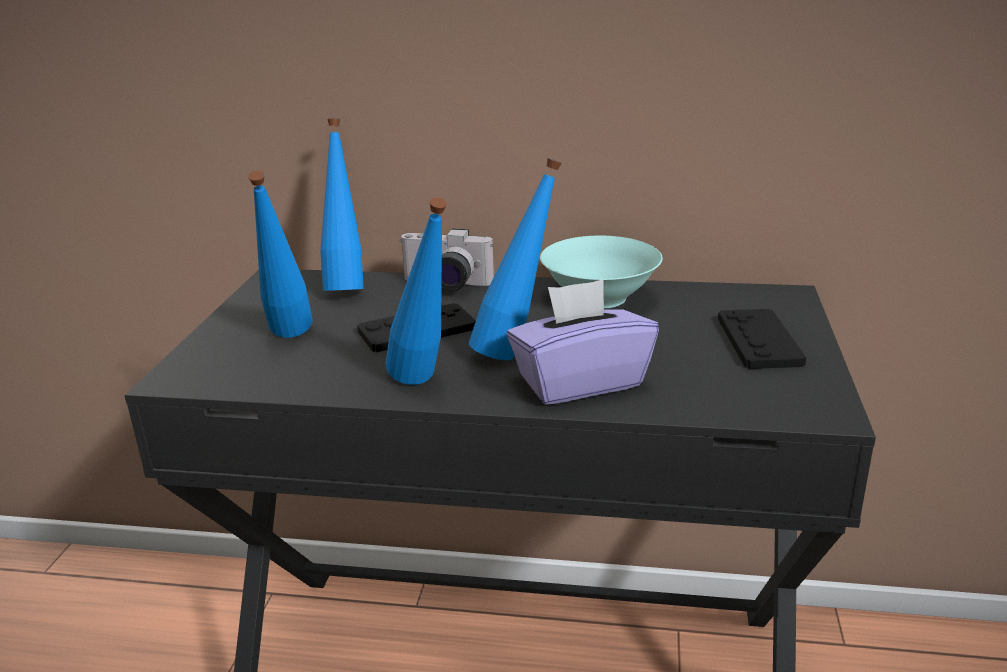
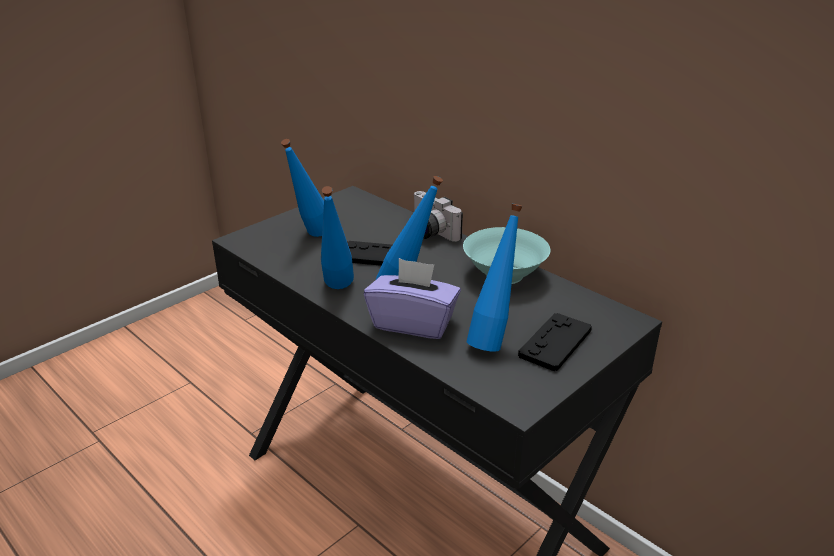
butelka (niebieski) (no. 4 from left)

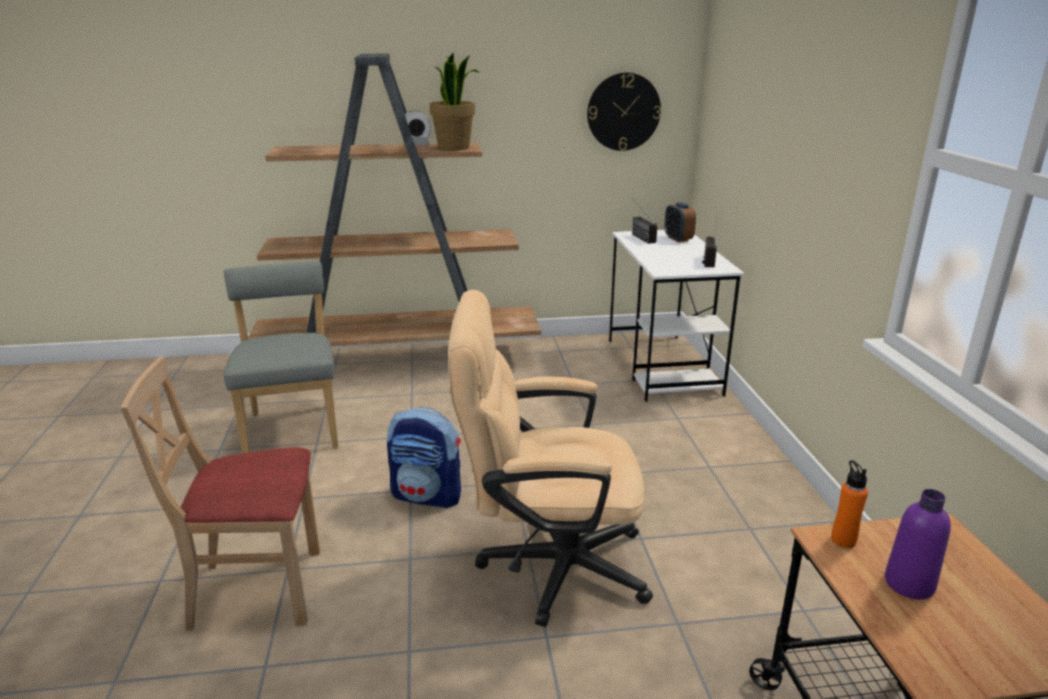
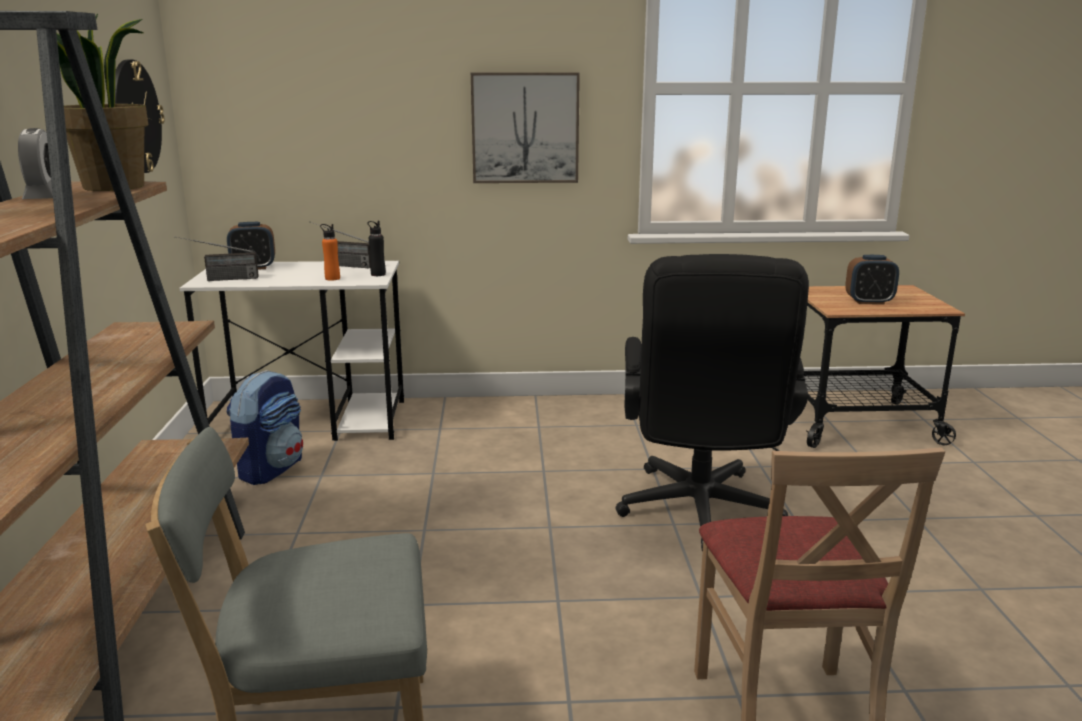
plecak
butelka (pomarańczowy)
butelka (czarny)
obraz
krzesło biurowe (czarny)
budzik (no. 3 from left)

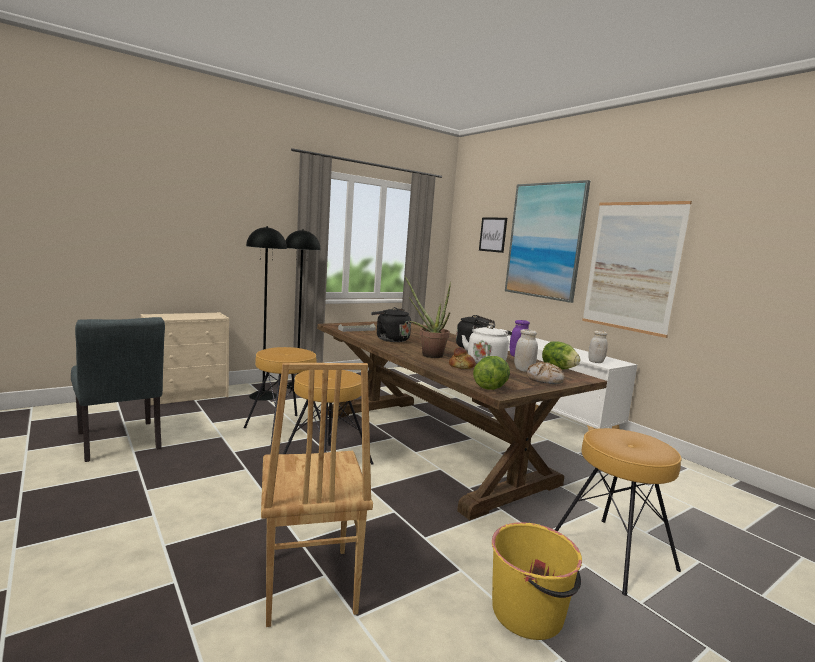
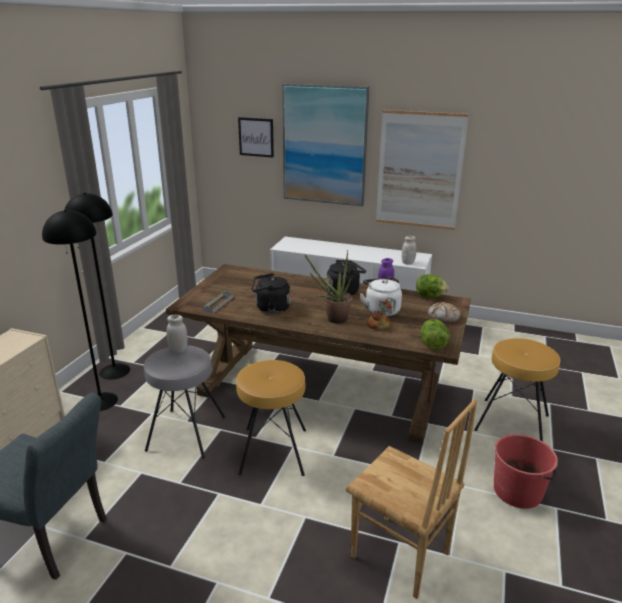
stołek (szary)
słoik (biały) (no. 1 from left)
wiadro (czerwony)

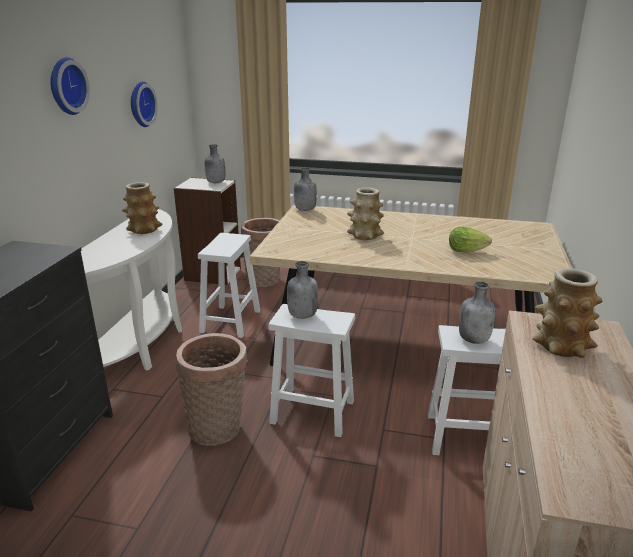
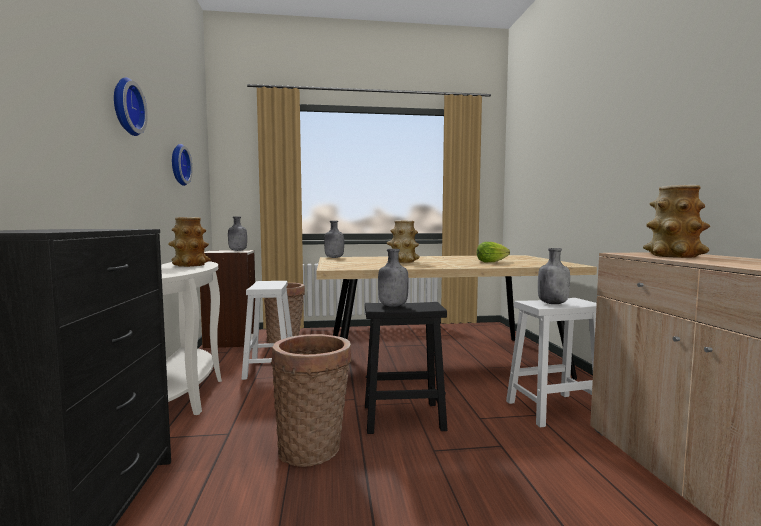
stołek (czarny)

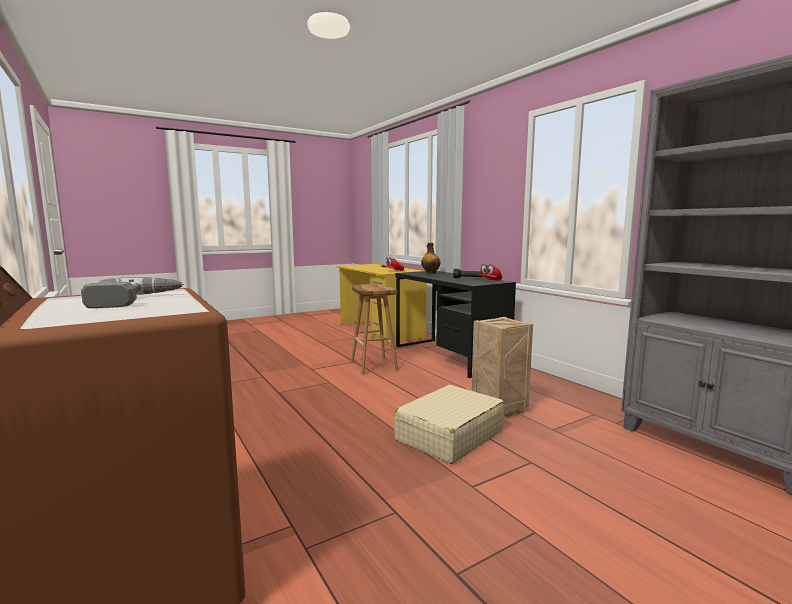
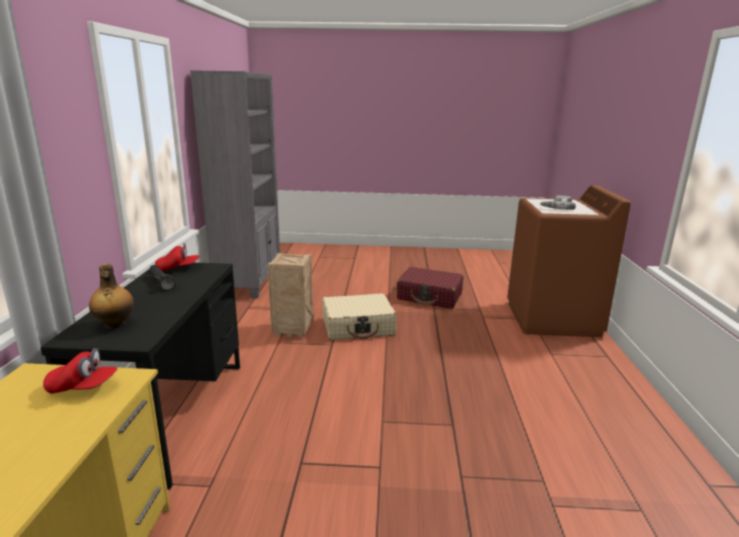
walizka (czerwony)
stołek (brązowy)

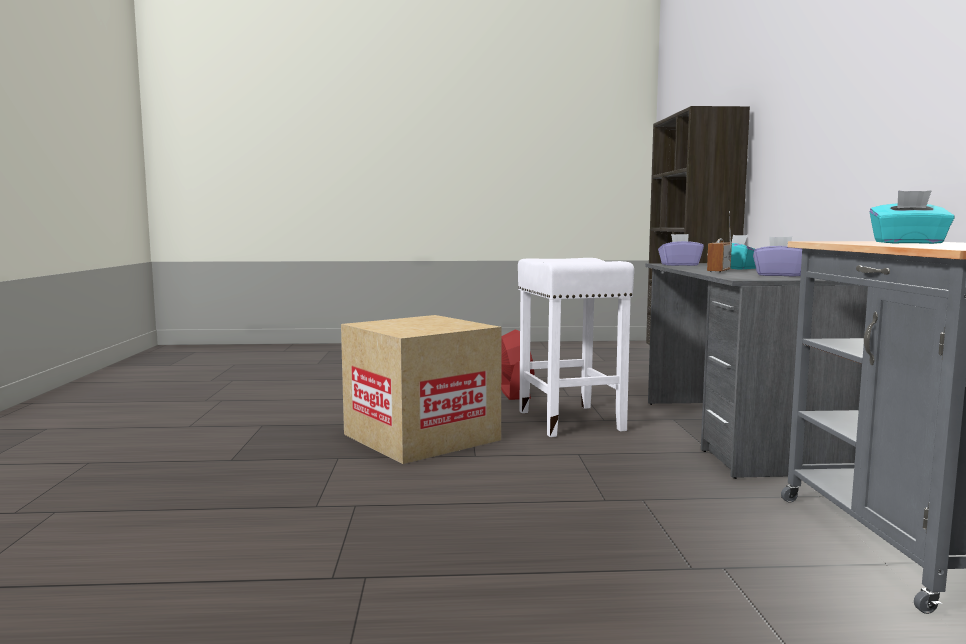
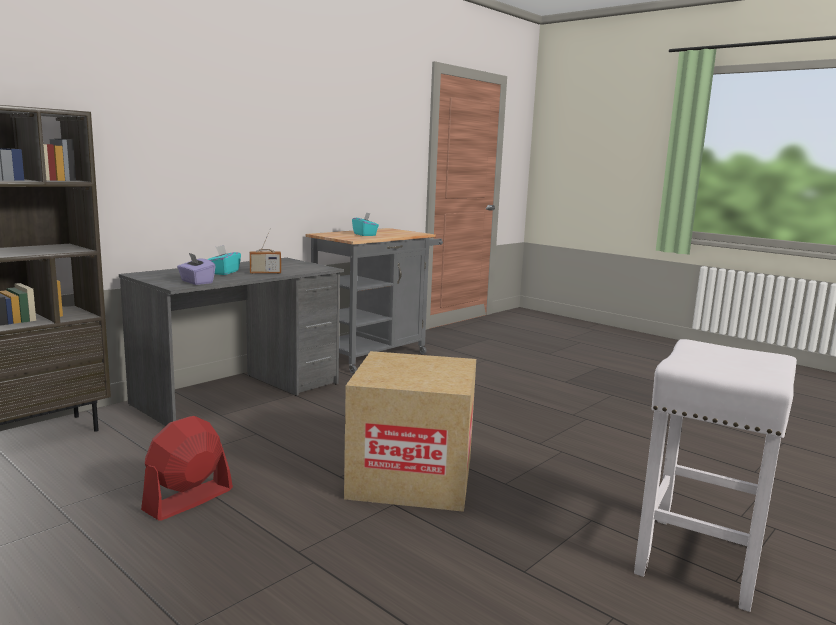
stołek (biały)
pudełko chusteczek (fioletowy) (no. 2 from left in the first image)

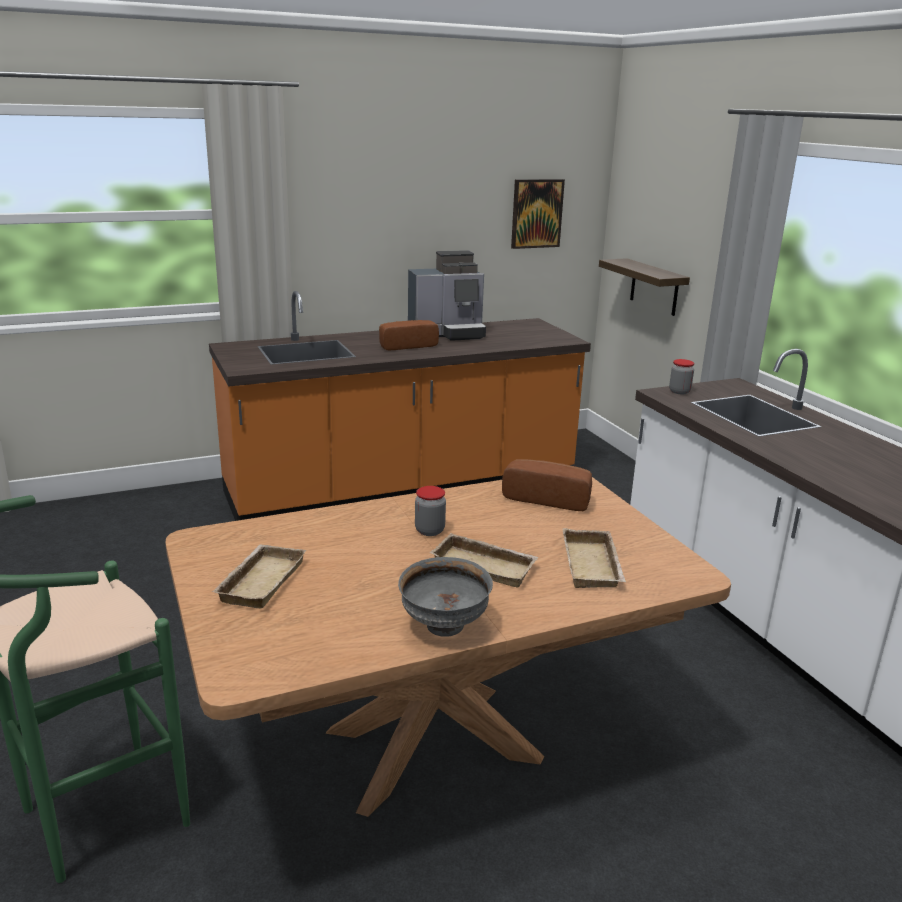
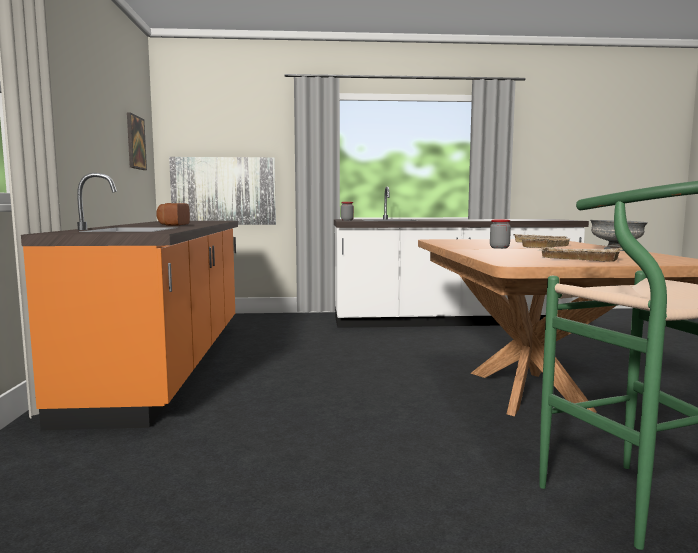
obraz (no. 2 from left)
ekspres do kawy
chleb (no. 2 from left in the first image)

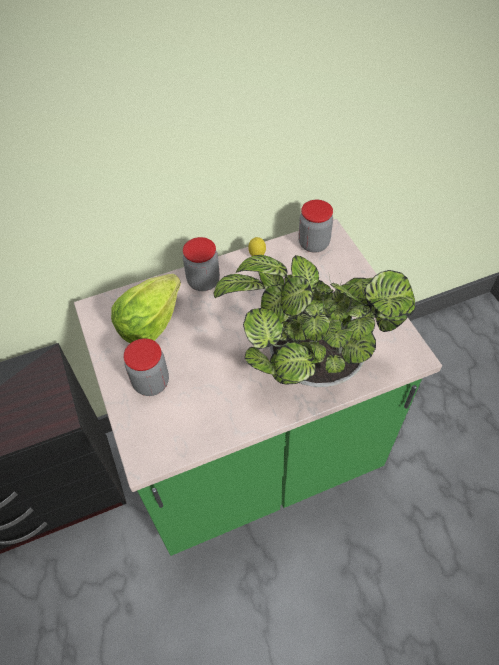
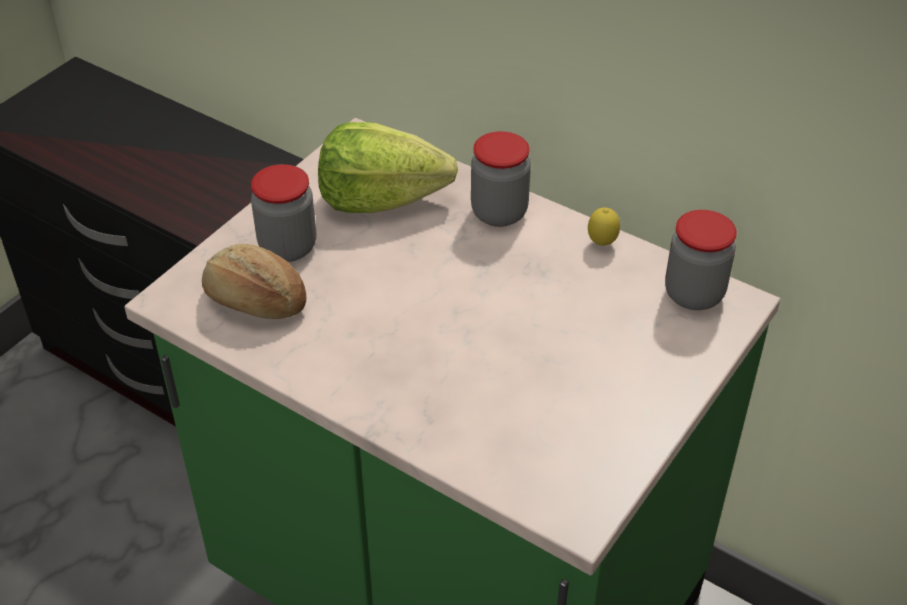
chleb
roślina doniczkowa

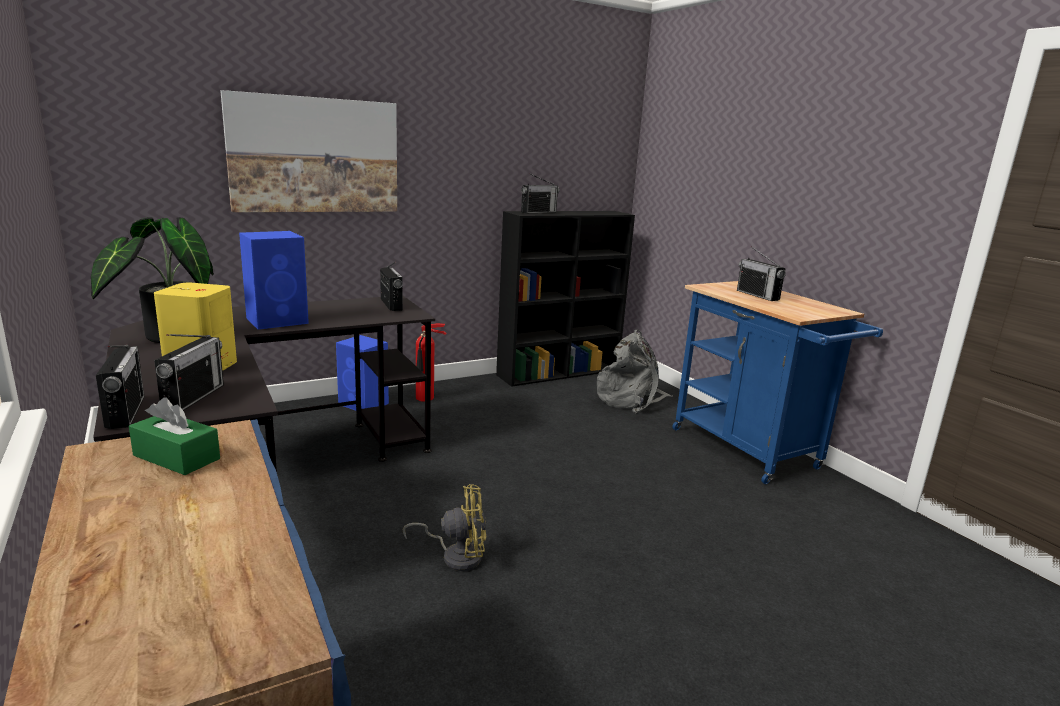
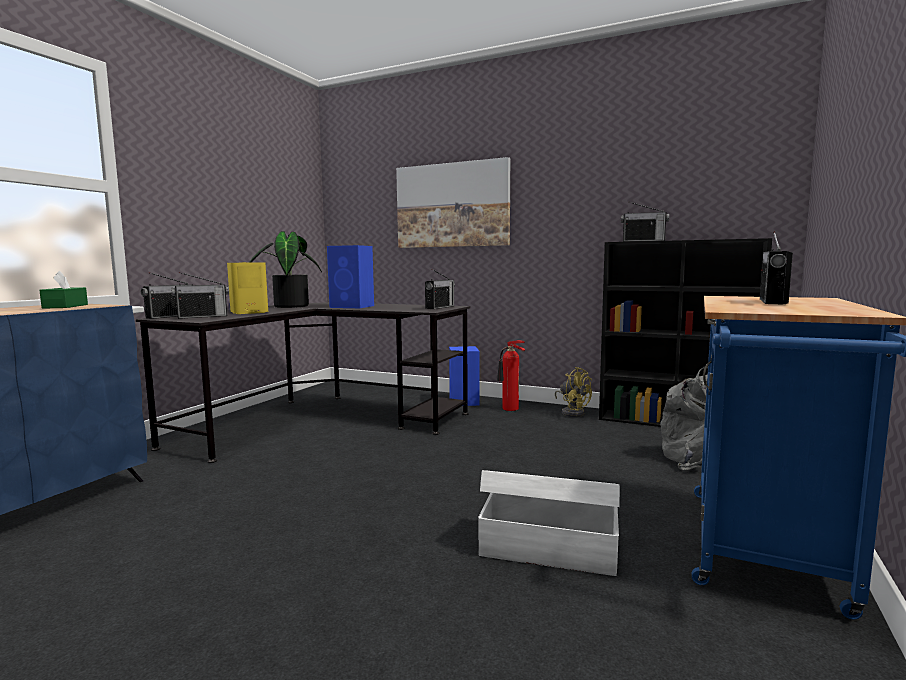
pojemnik do przechowywania (biały)
wentylator (żółty)

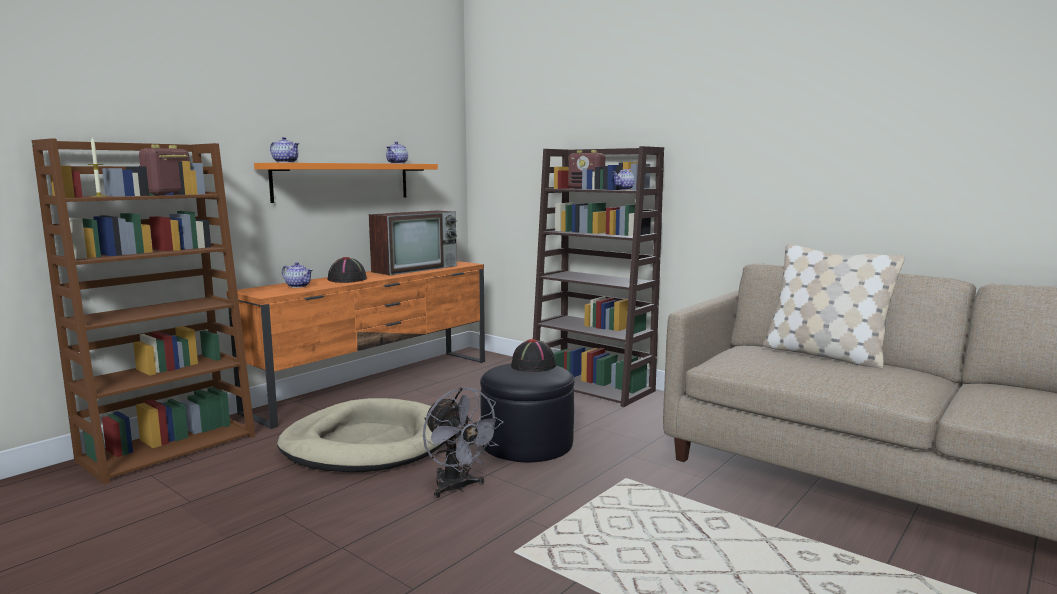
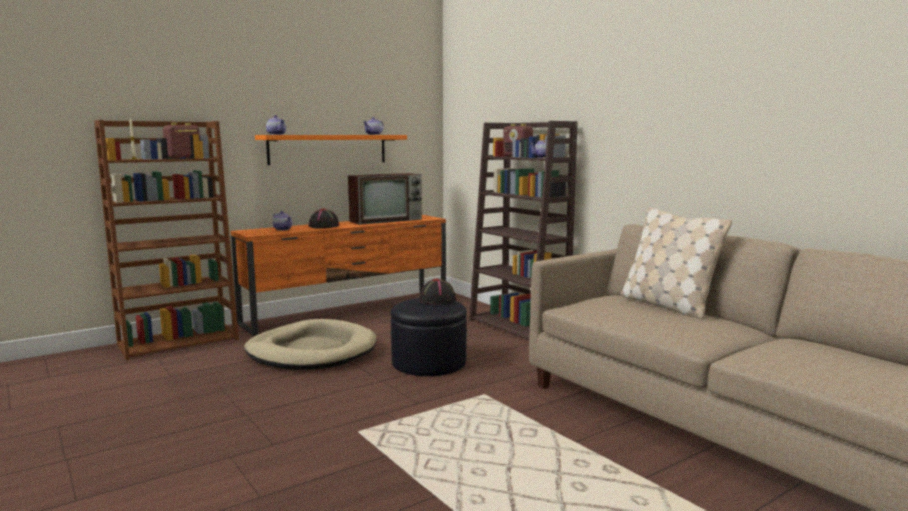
wentylator (szary)

